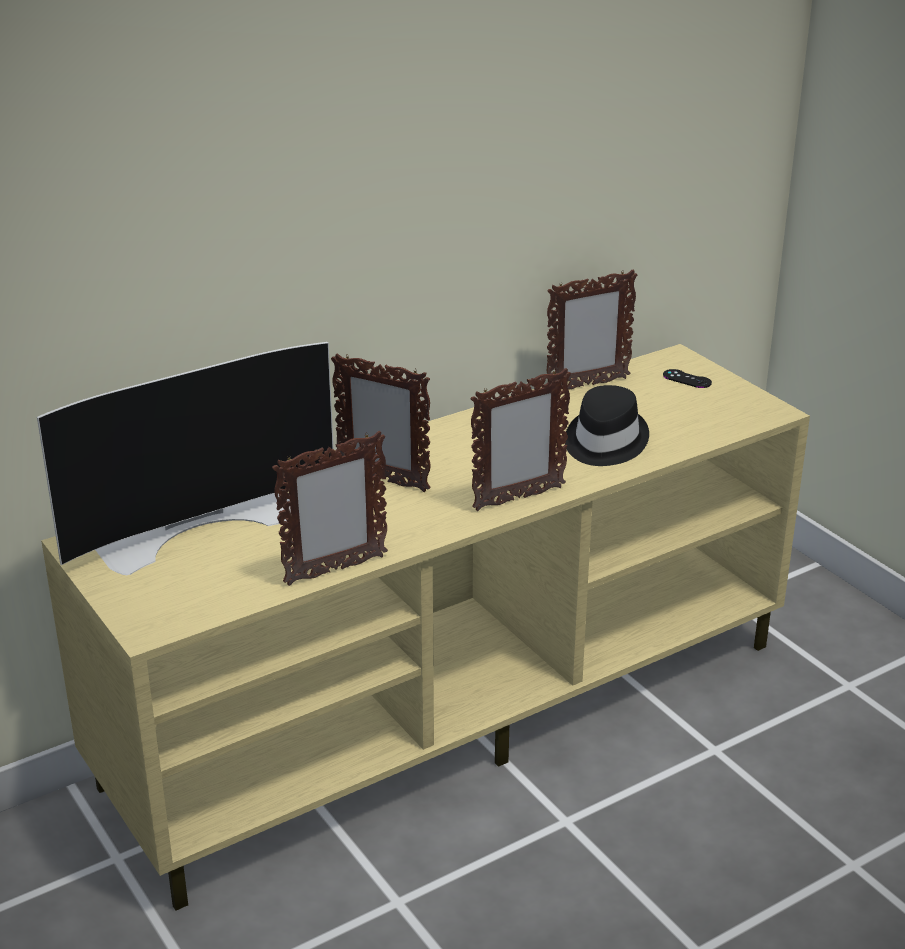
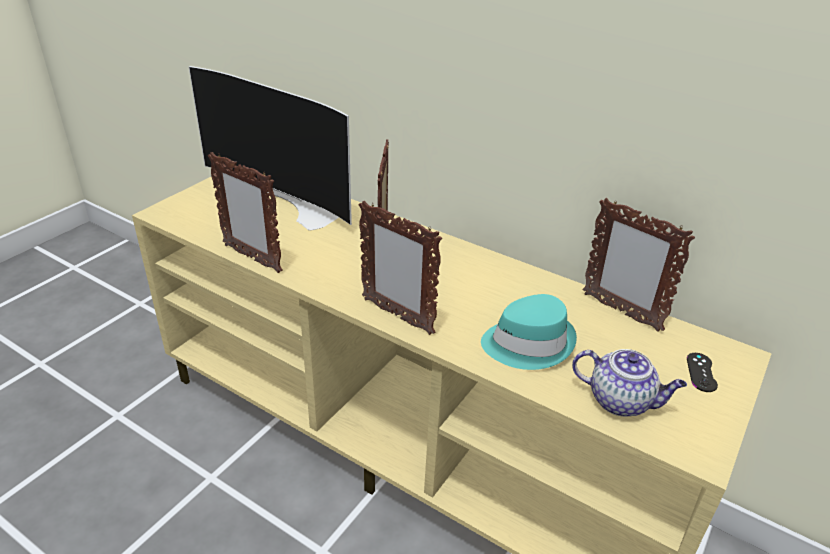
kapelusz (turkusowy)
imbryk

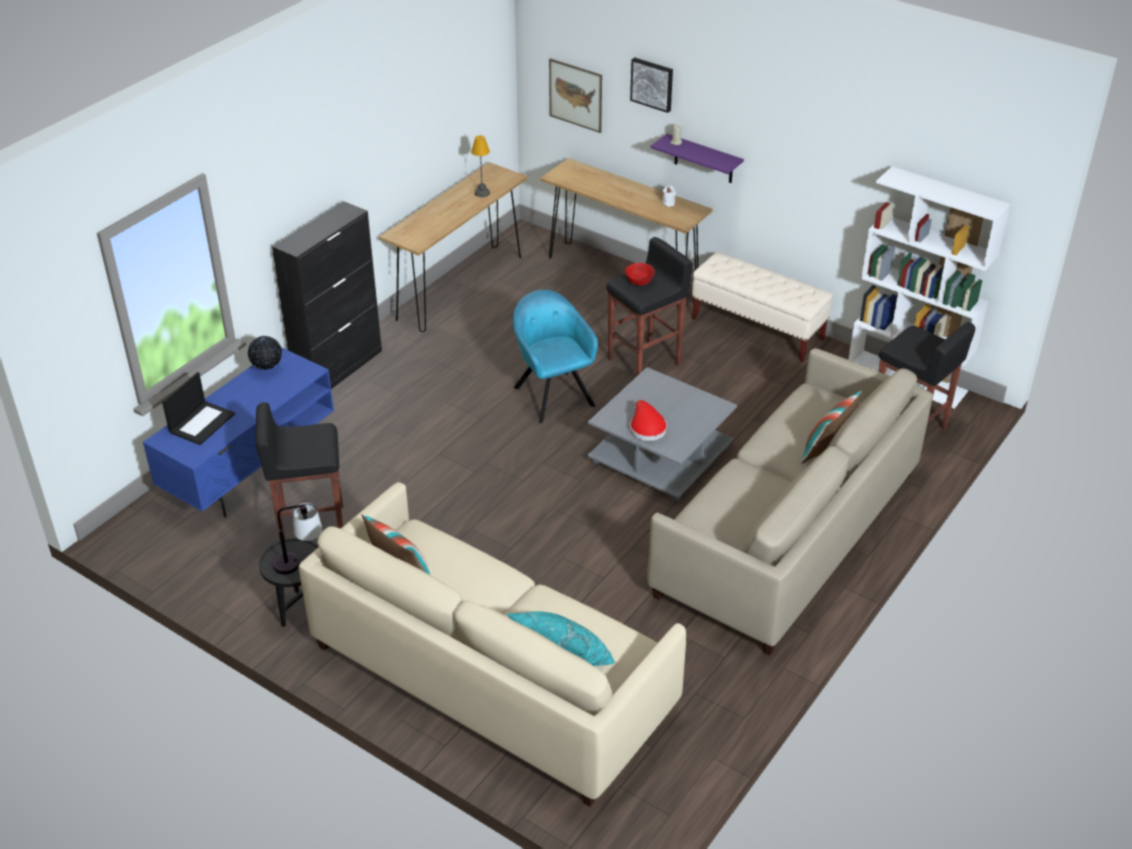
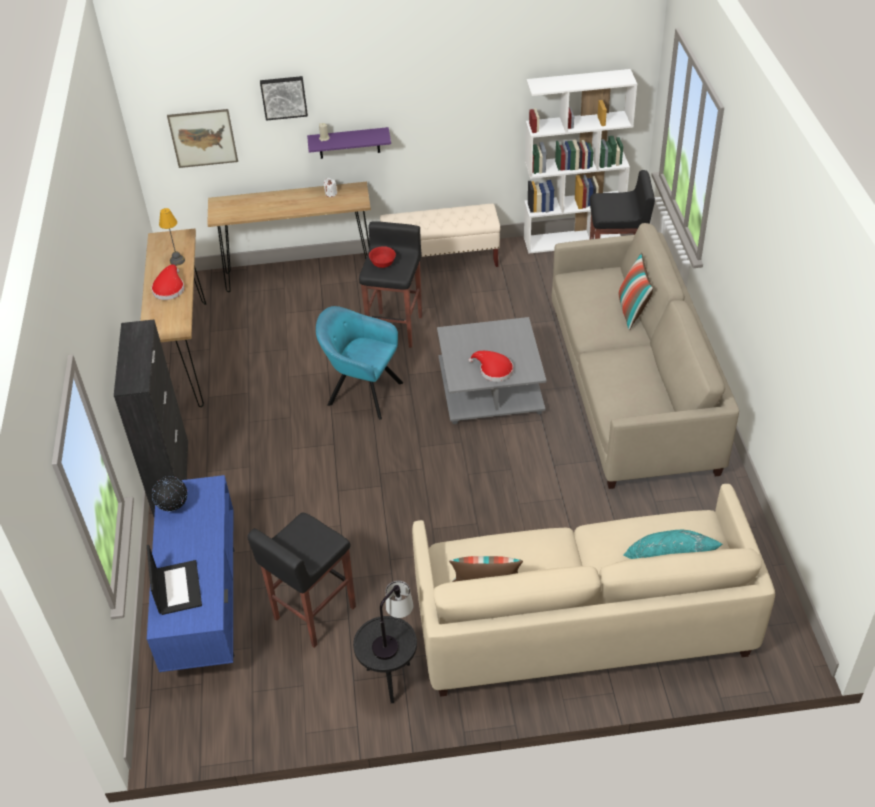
kapelusz (czerwony) (no. 1 from left)

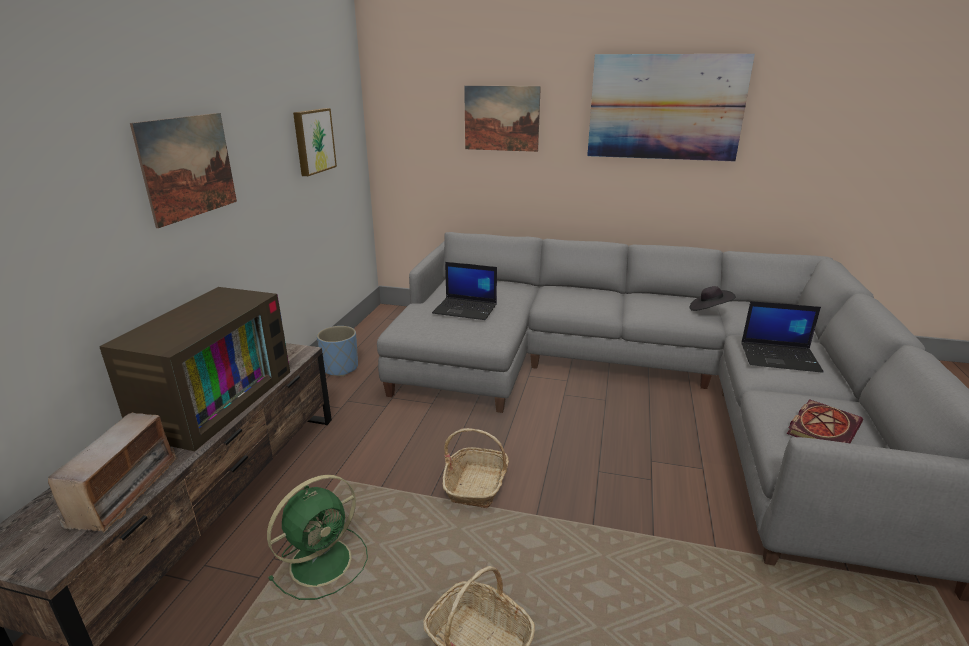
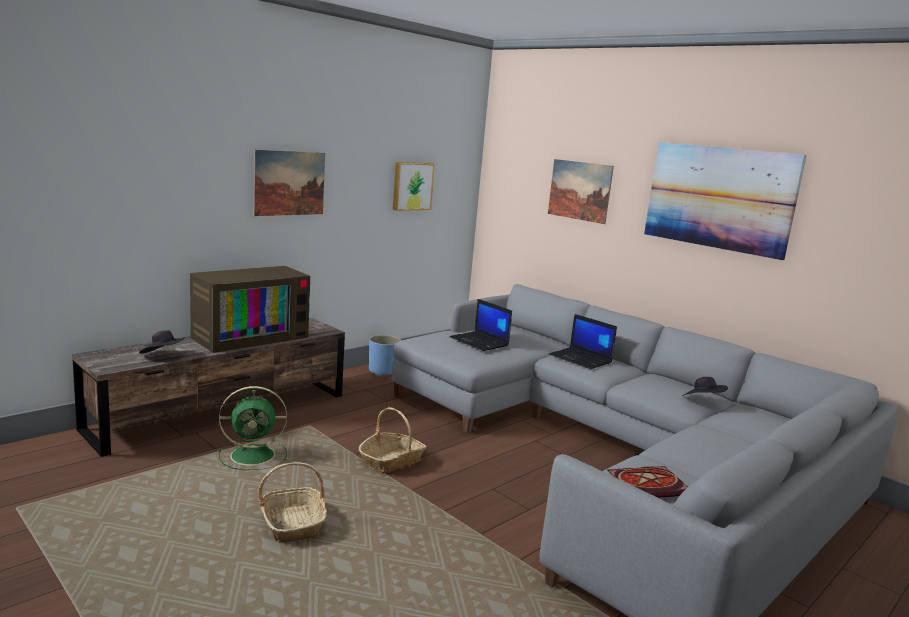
kapelusz (czarny) (no. 1 from left)
laptop (no. 2 from left)

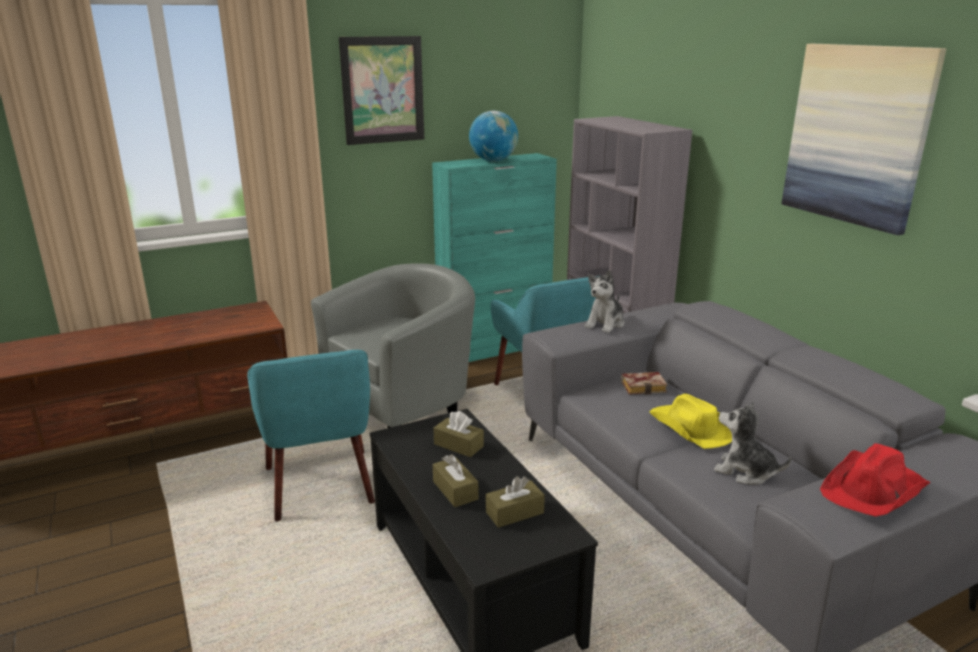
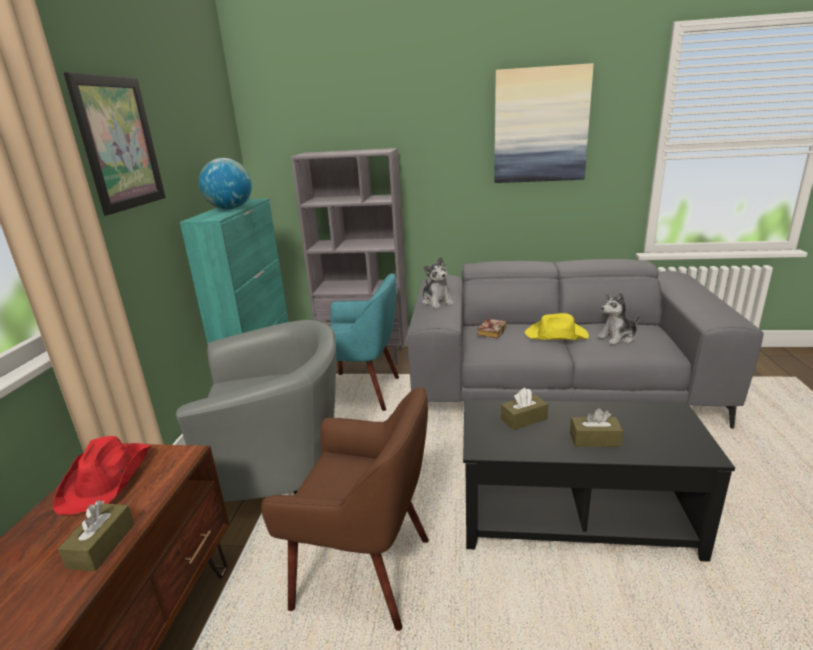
kapelusz (czerwony)
pudełko chusteczek (brązowy) (no. 1 from left)
fotel (szary)
fotel (brązowy)

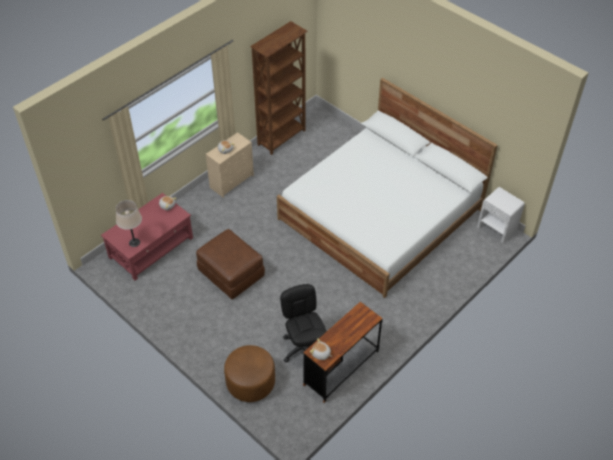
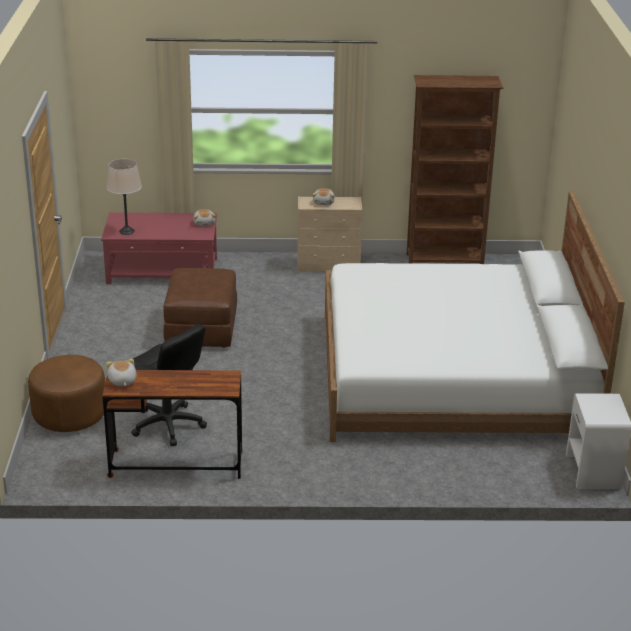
krzesło biurowe (czarny)

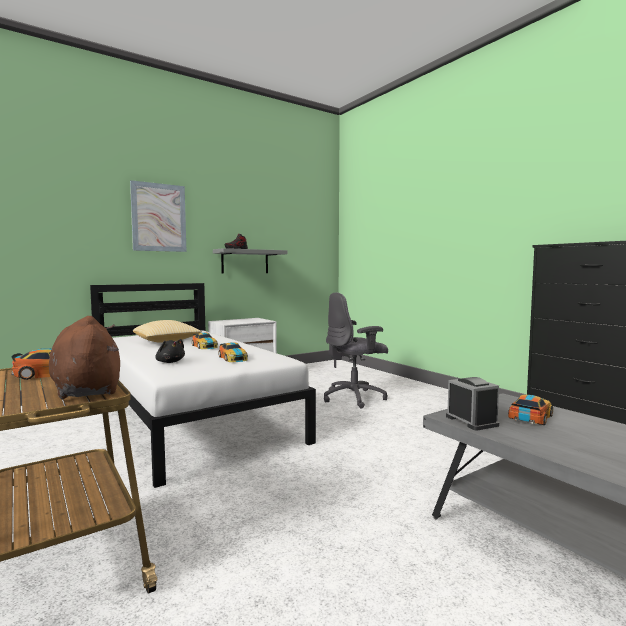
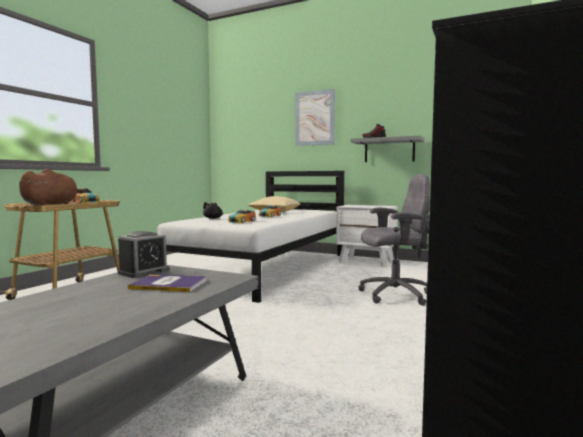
książka
krzesło biurowe (szary)

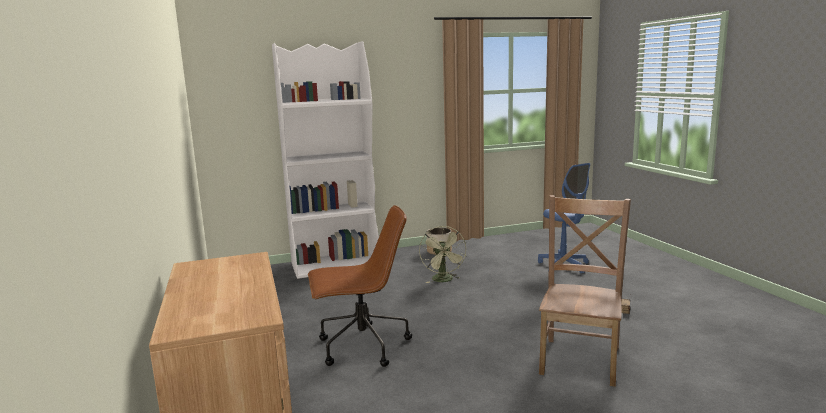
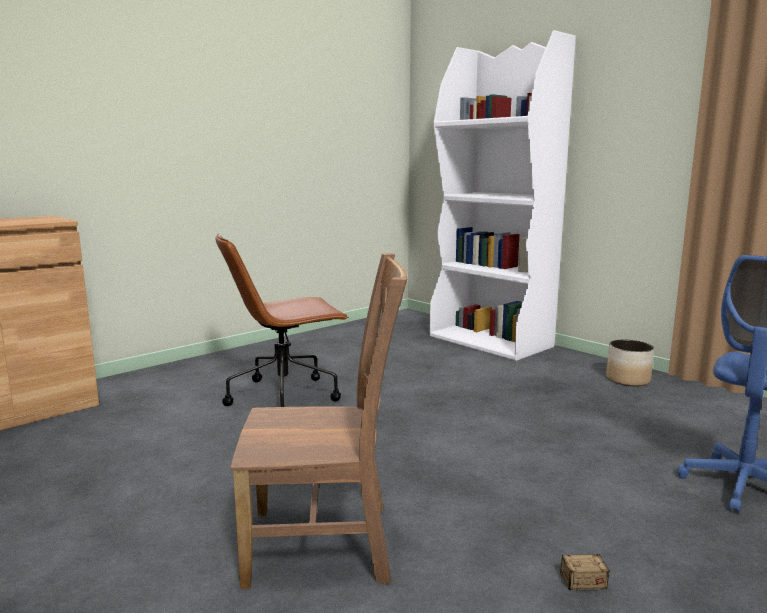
krzesło biurowe (brązowy)
wentylator (zielony)

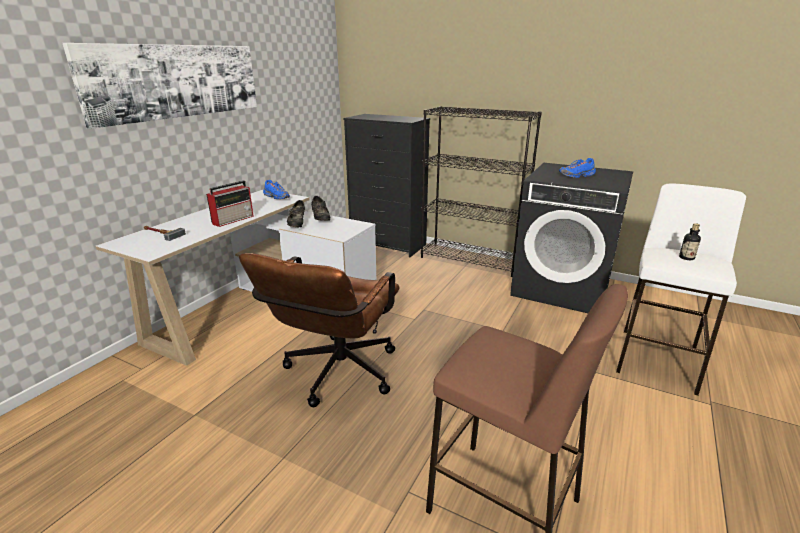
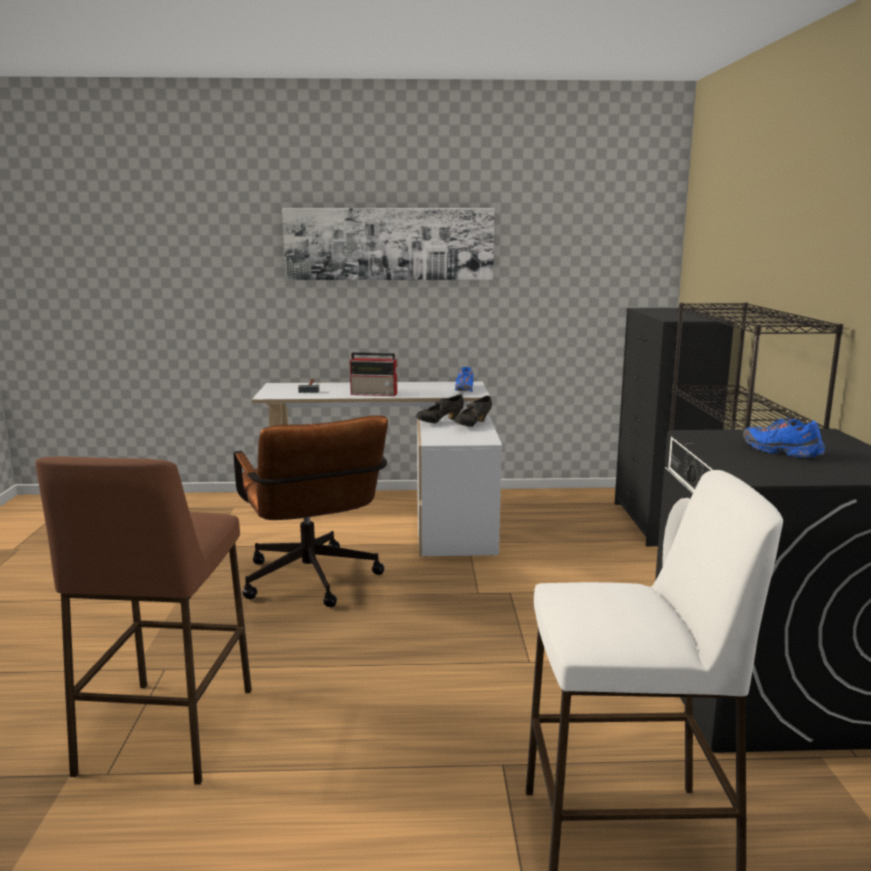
krzesło biurowe (brązowy)
butelka

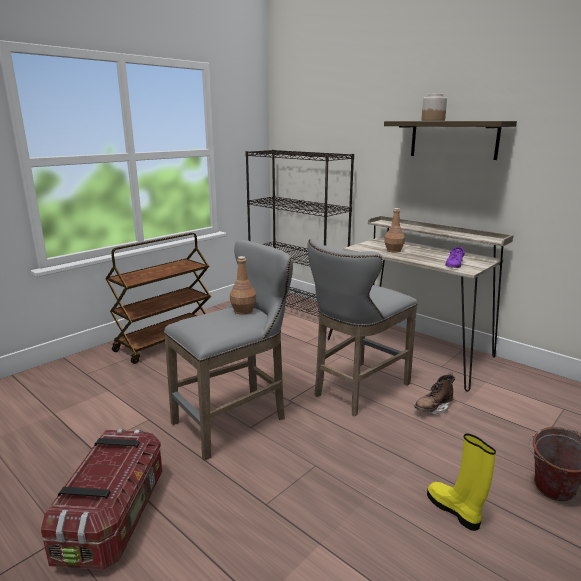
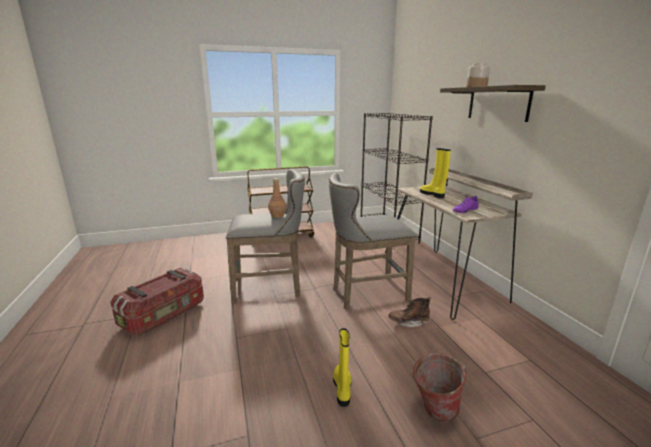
but z cholewką (żółty) (no. 2 from left)

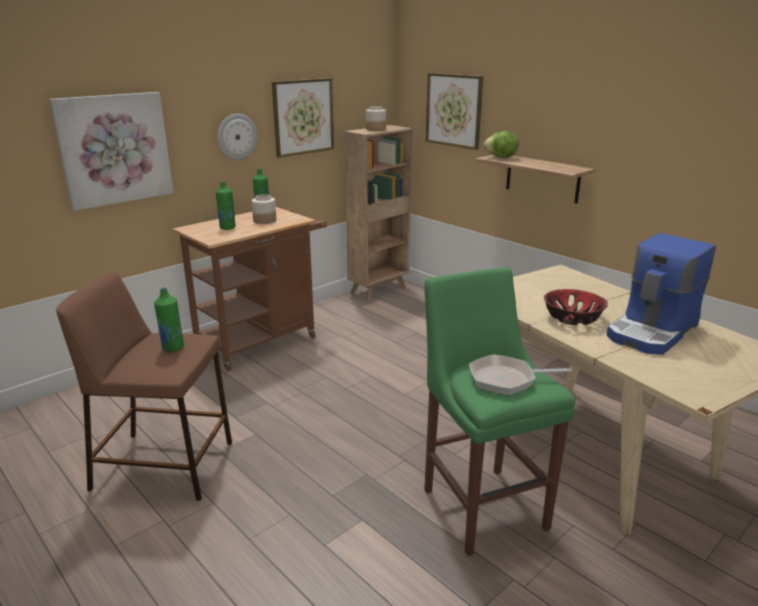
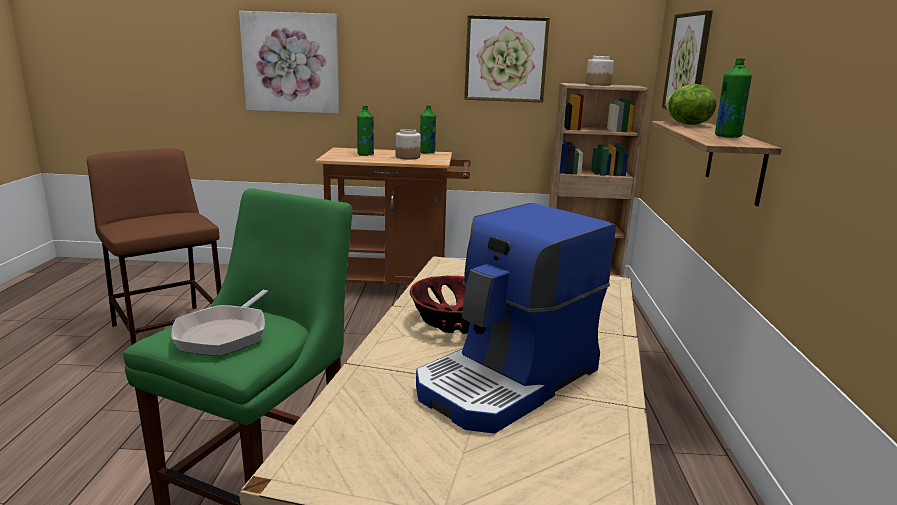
patelnia
ekspres do kawy
butelka (zielony) (no. 3 from left)
zegar ścienny

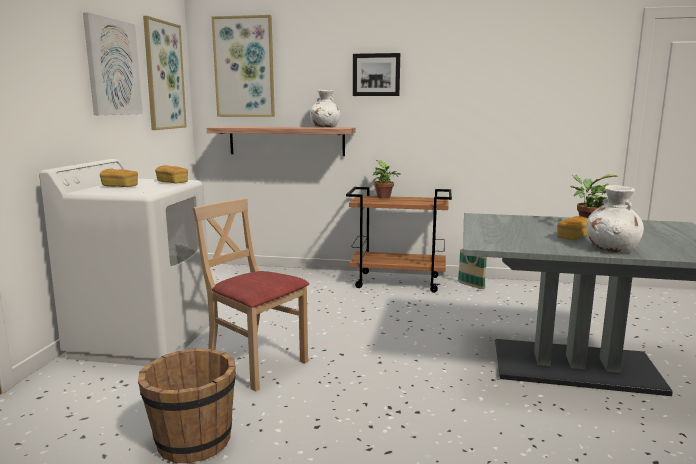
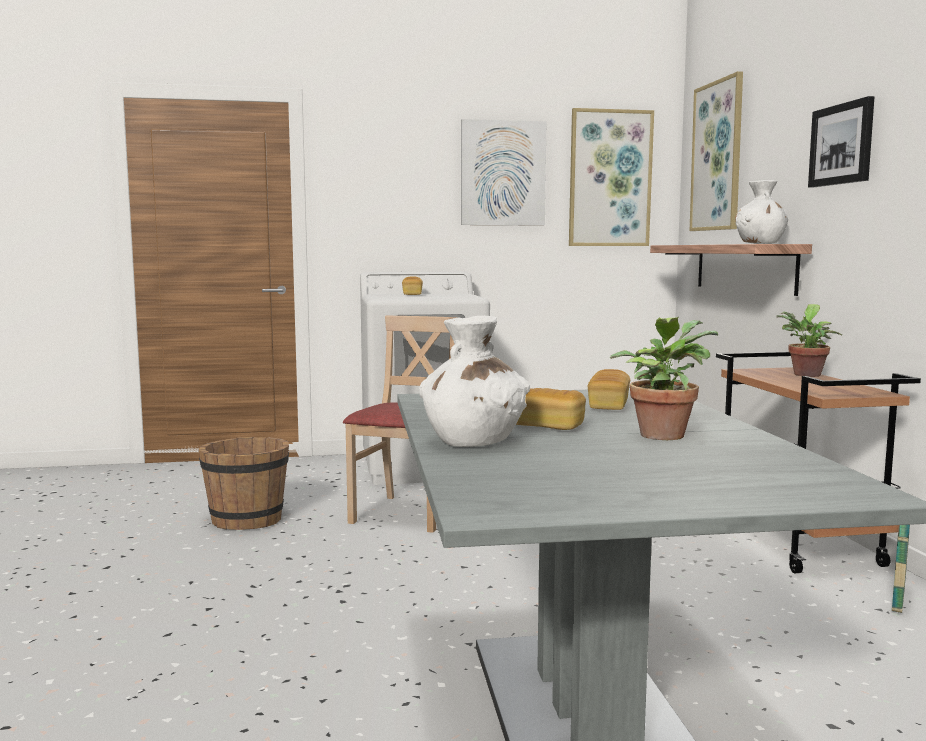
chleb (no. 3 from left)

